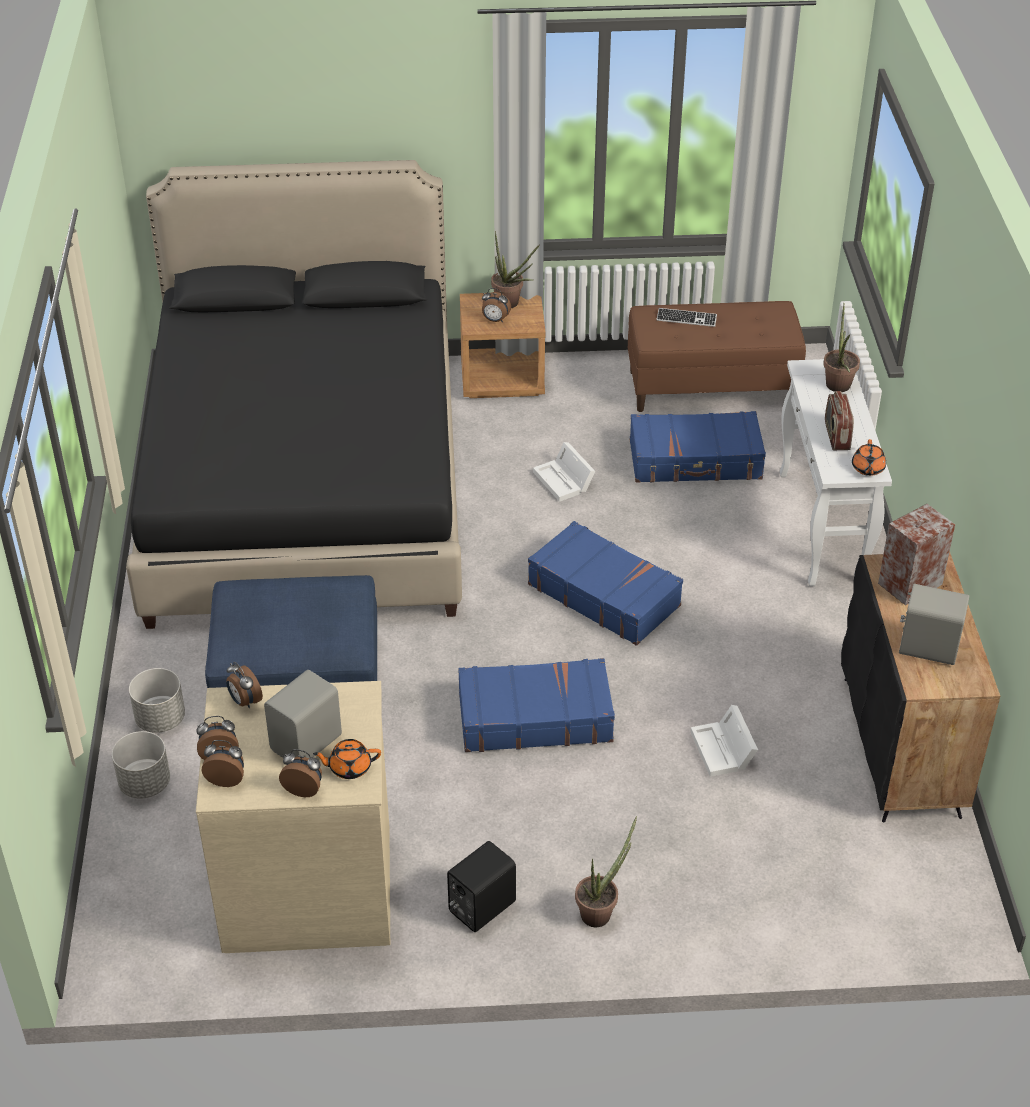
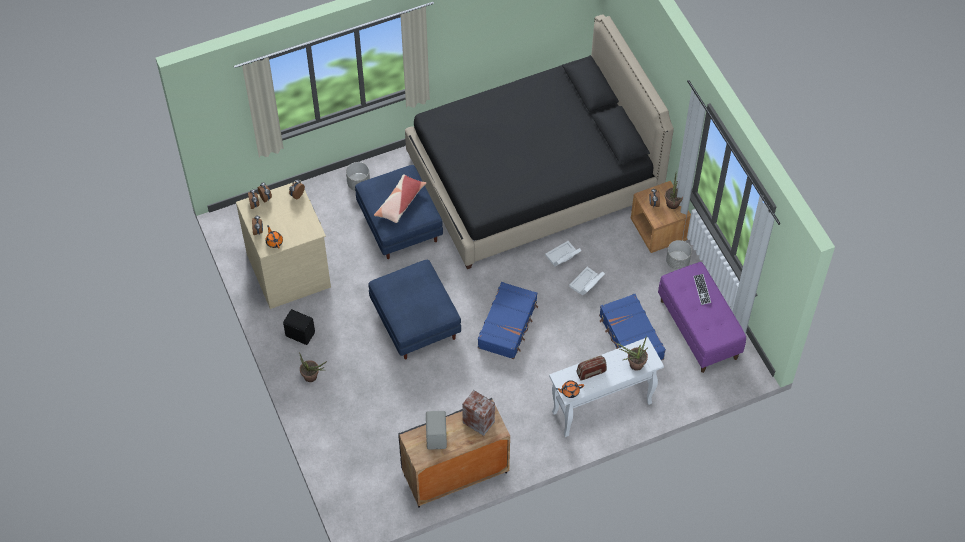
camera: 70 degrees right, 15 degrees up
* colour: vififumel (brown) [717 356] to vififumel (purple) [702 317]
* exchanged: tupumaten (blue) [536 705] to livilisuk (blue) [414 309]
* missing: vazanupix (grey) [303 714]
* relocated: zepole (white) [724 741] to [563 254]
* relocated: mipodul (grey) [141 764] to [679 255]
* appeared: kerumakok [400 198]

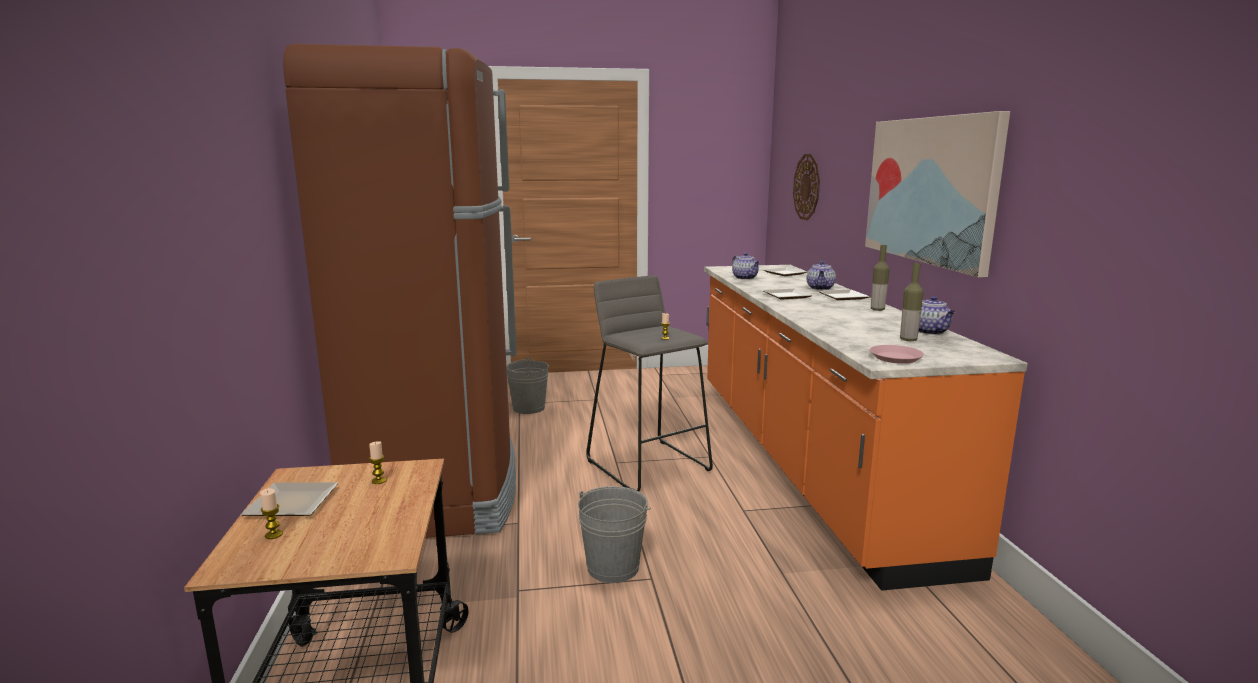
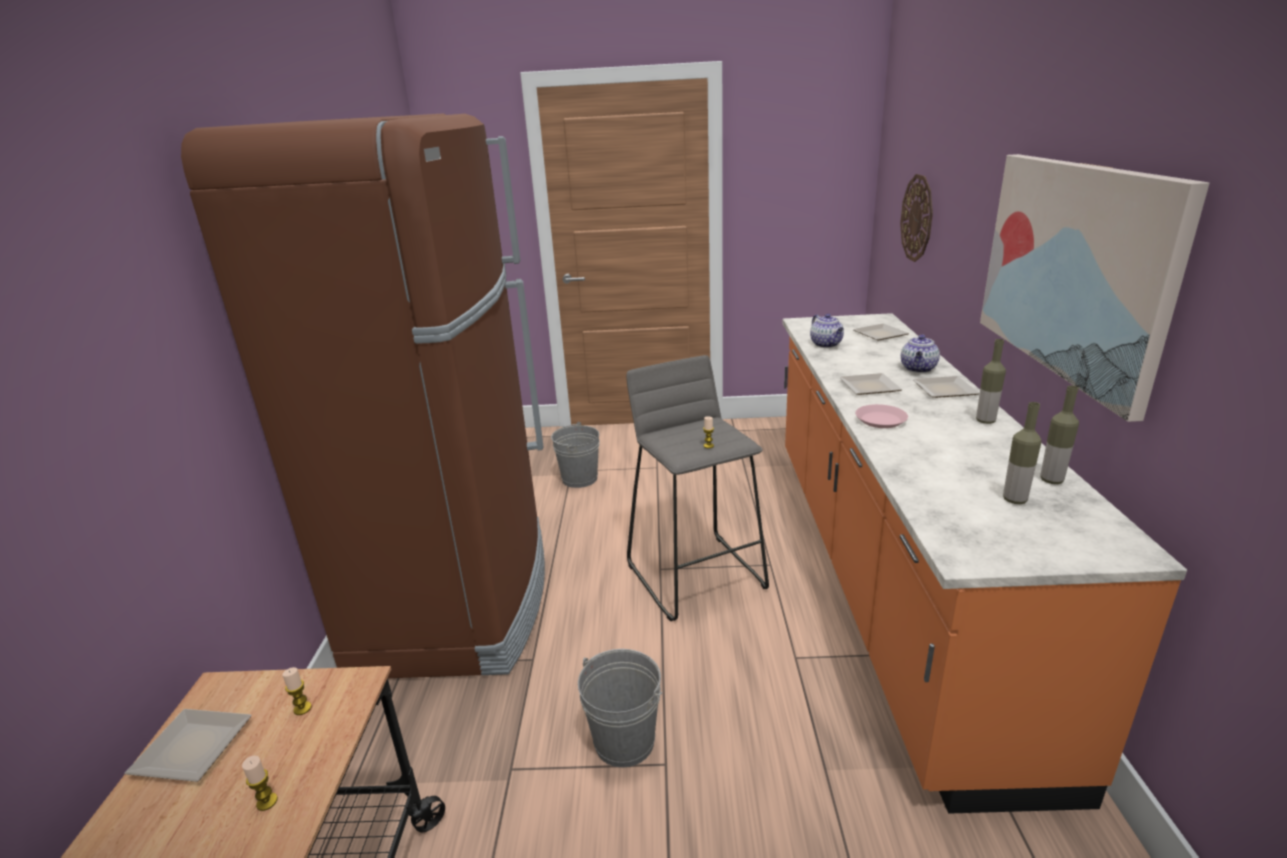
camera: 10 degrees right, 10 degrees up
* exchanged: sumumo [936 315] to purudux [1059 434]
* relocated: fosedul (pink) [897 354] to [881 416]
* relocated: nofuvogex [271 513] to [260 783]

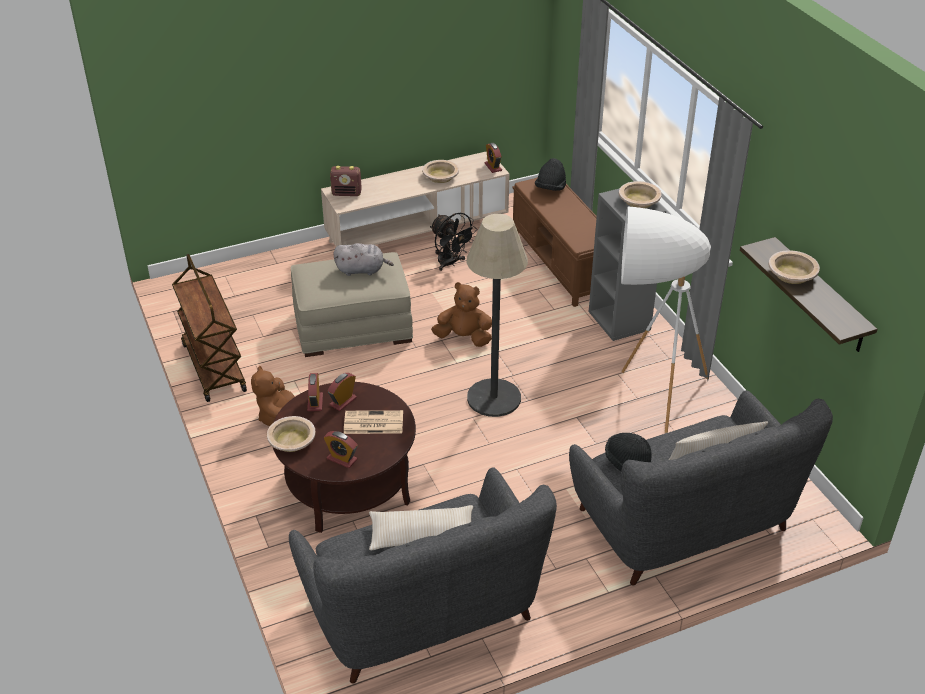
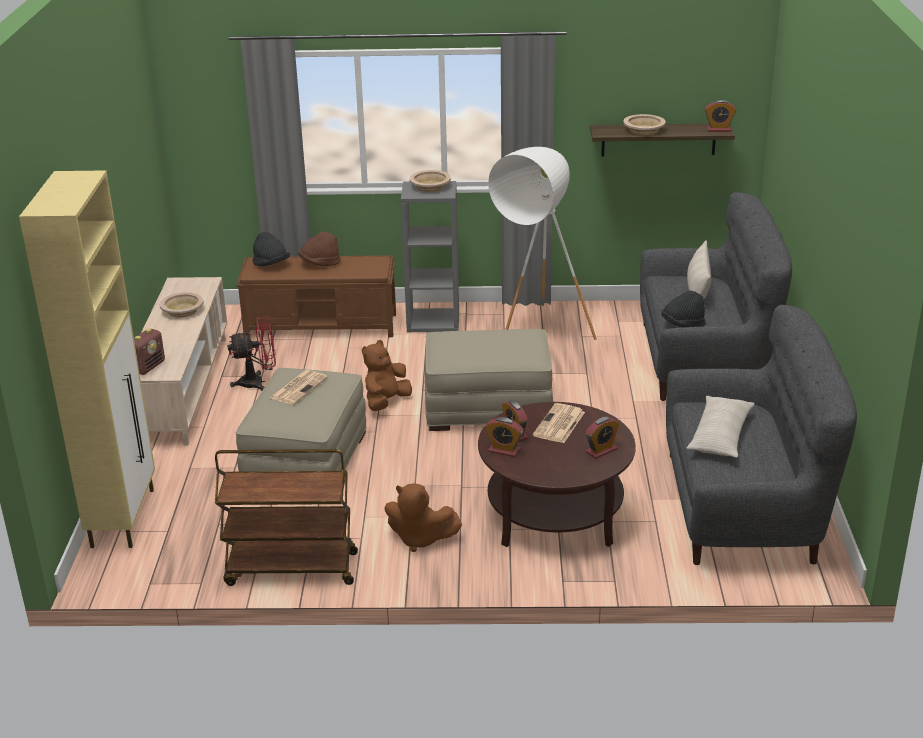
camera: 65 degrees left, 10 degrees down
* relocated: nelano [493 158] to [720 116]
* colour: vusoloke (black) [453 242] to vusoloke (red) [251 353]
* exchanged: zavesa [497 315] to livilisuk (beige) [489 380]
* exchanged: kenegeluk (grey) [364 259] to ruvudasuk [299 387]
* missing: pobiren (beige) [291 434]
* appeared: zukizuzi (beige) [87 359]
* appeared: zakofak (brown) [319 248]

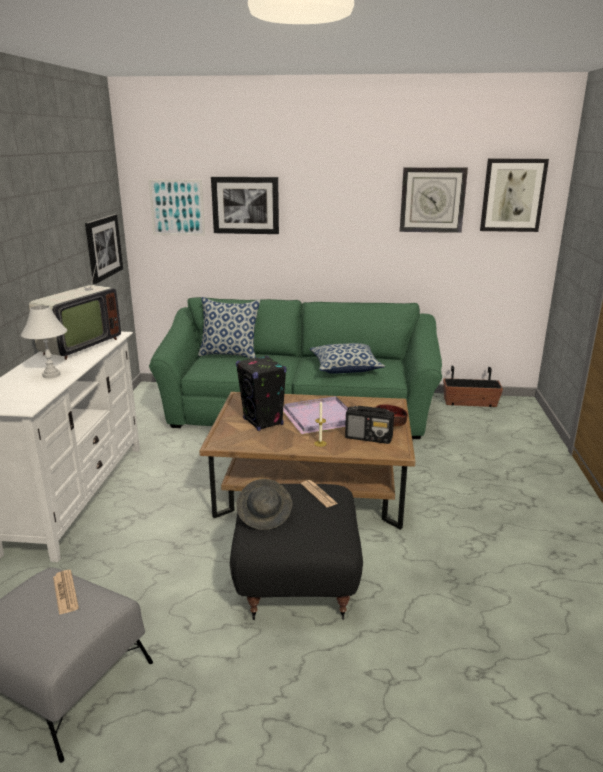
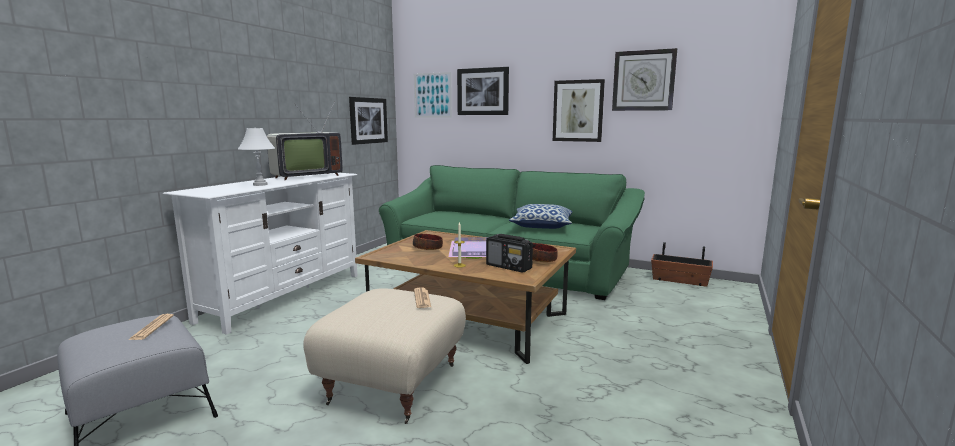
camera: 20 degrees right, 10 degrees down
* relocated: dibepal [514 195] to [579 110]
* missing: kerumakok [229 328]
* exchanged: vazanupix (black) [261 393] to pobiren [428 242]
* missing: zakofak (grey) [264 504]
* colour: livilisuk (black) [296 552] to livilisuk (beige) [384 356]

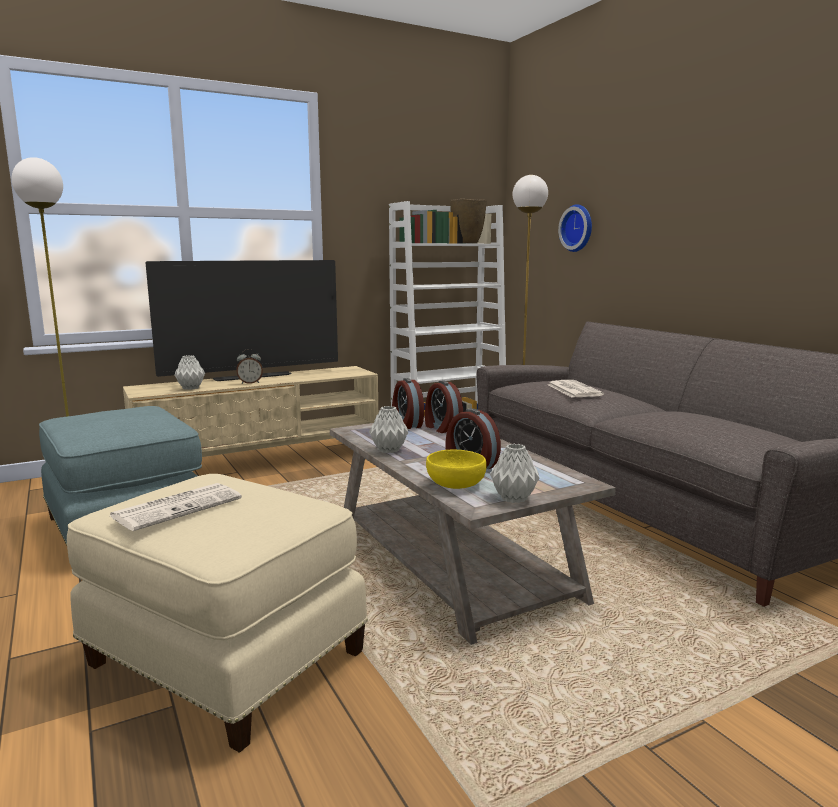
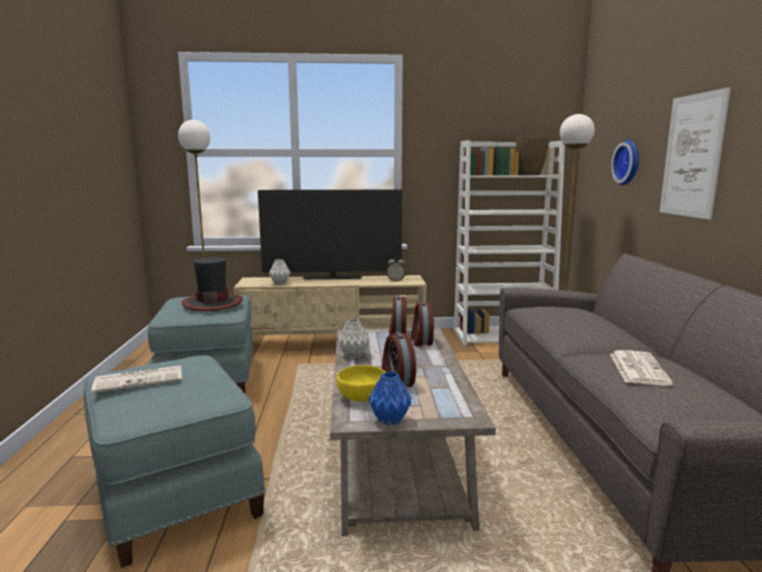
camera: 25 degrees right, 0 degrees up
* relocated: nelano [249 366] to [396 268]
* relocated: ruvudasuk [576 389] to [641 368]
* colour: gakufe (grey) [515 473] to gakufe (blue) [389 398]
* colour: livilisuk (beige) [217 613] to livilisuk (blue) [175 461]
* appeared: dibepal [695 153]
* appeared: zakofak [212 285]

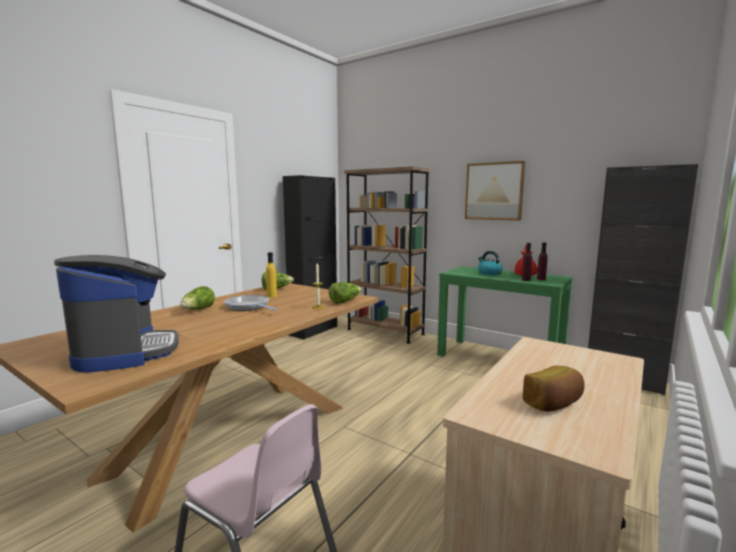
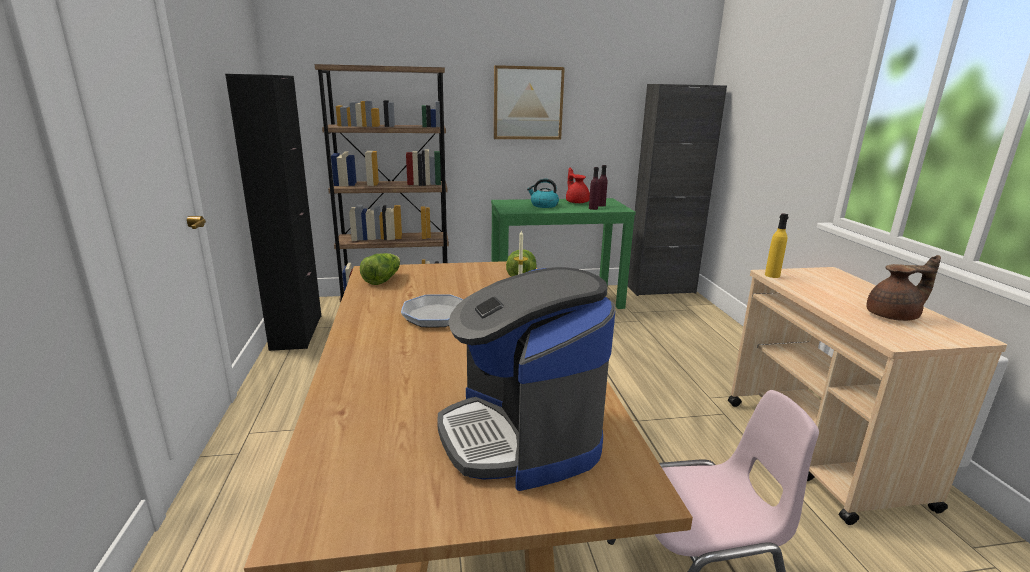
camera: 45 degrees left, 10 degrees up
* relocated: purudux (yellow) [271 274] to [777 246]
* spun: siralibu [116 313] = [526 379] 135 degrees counterclockwise
* missing: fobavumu [197 298]
* exchanged: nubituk [553 388] to sumumo (brown) [904 288]

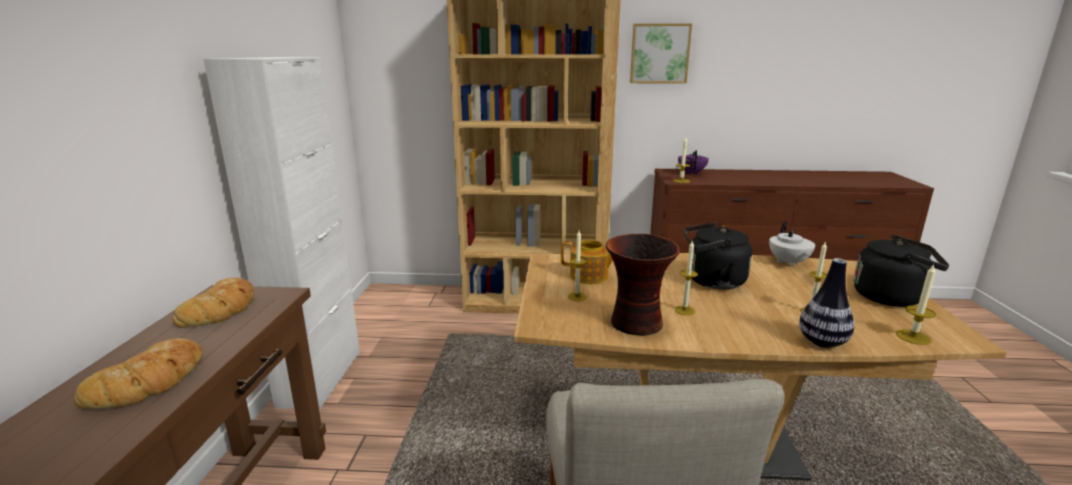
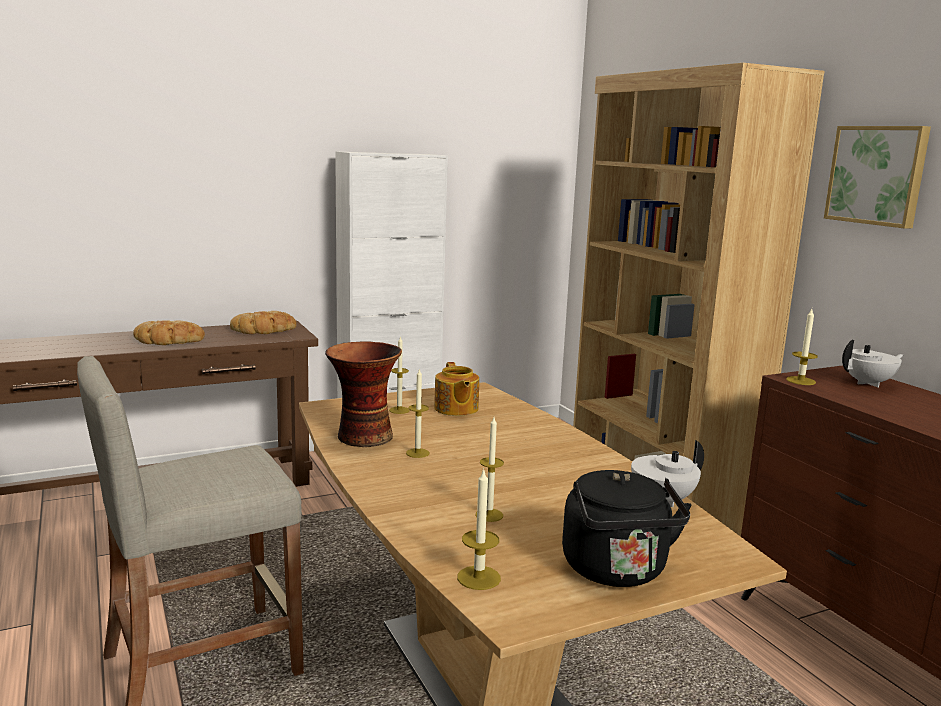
camera: 60 degrees right, 5 degrees down
* colour: sumumo (purple) [693 162] to sumumo (white) [872 364]
* missing: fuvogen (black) [717 255]
* missing: gakufe [826 303]

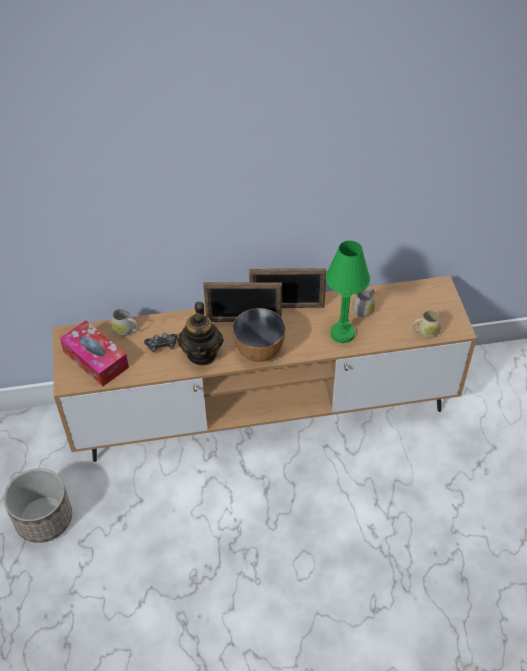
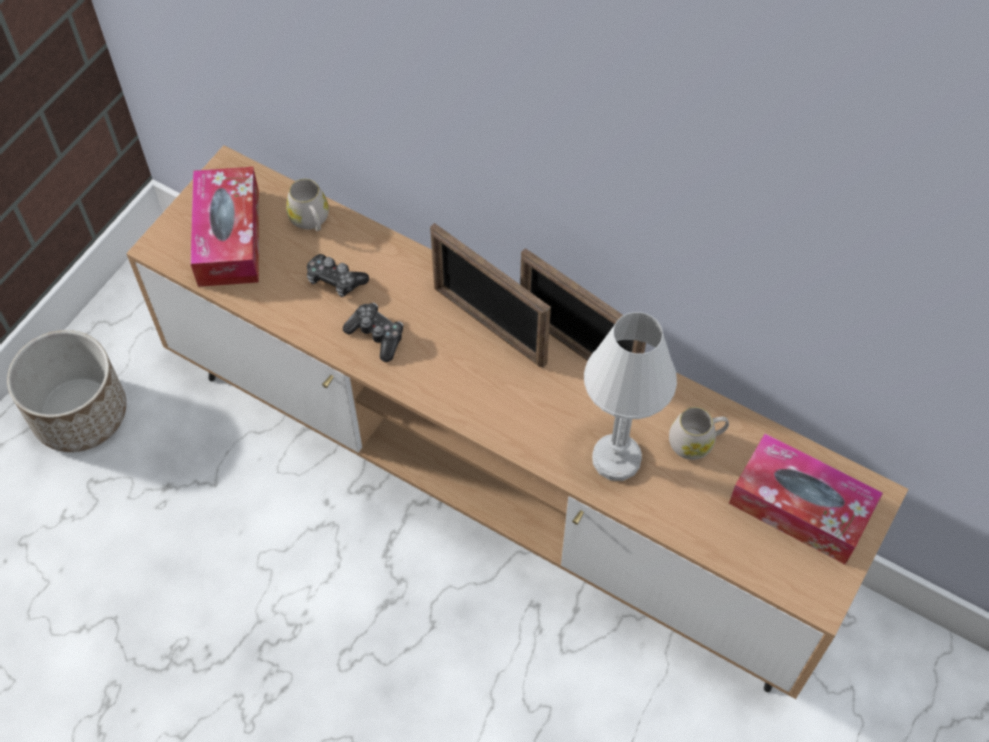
camera: 40 degrees right, 10 degrees up
* colour: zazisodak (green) [348 291] to zazisodak (white) [630 396]
* exchanged: sumumo [200 333] to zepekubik [373 332]
* missing: pobiren [258 335]
* missing: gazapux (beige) [426 324]
* appeared: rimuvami [806 499]

